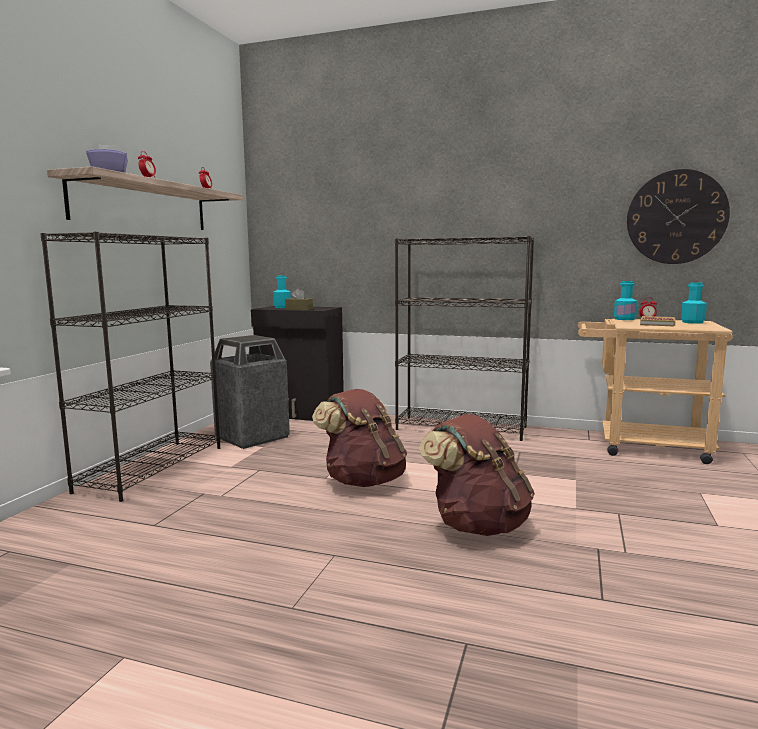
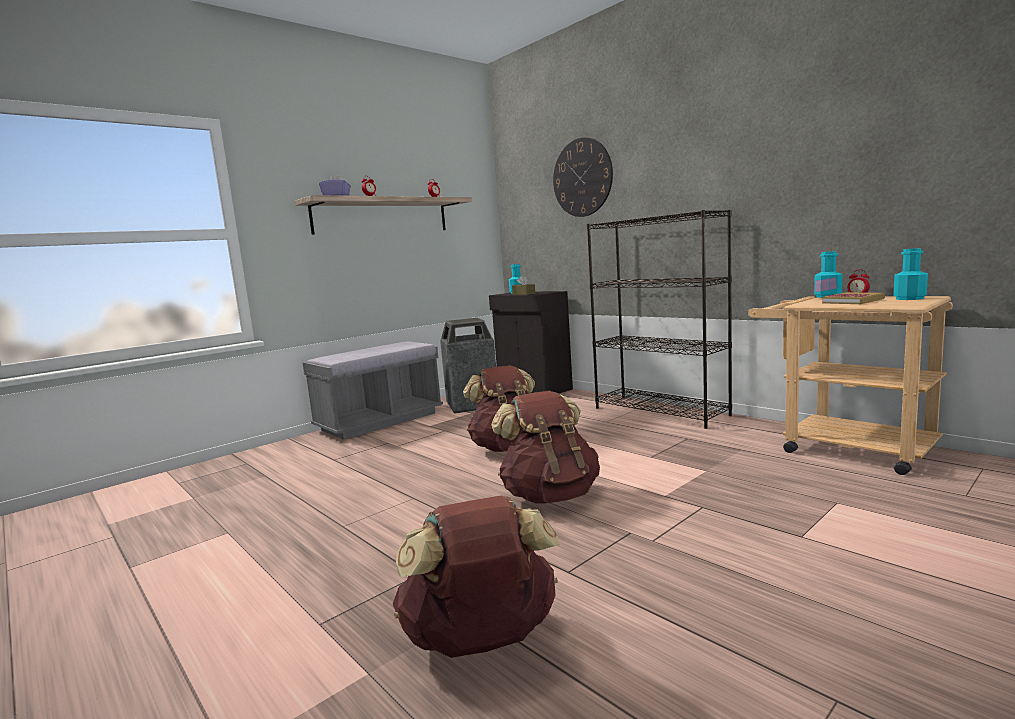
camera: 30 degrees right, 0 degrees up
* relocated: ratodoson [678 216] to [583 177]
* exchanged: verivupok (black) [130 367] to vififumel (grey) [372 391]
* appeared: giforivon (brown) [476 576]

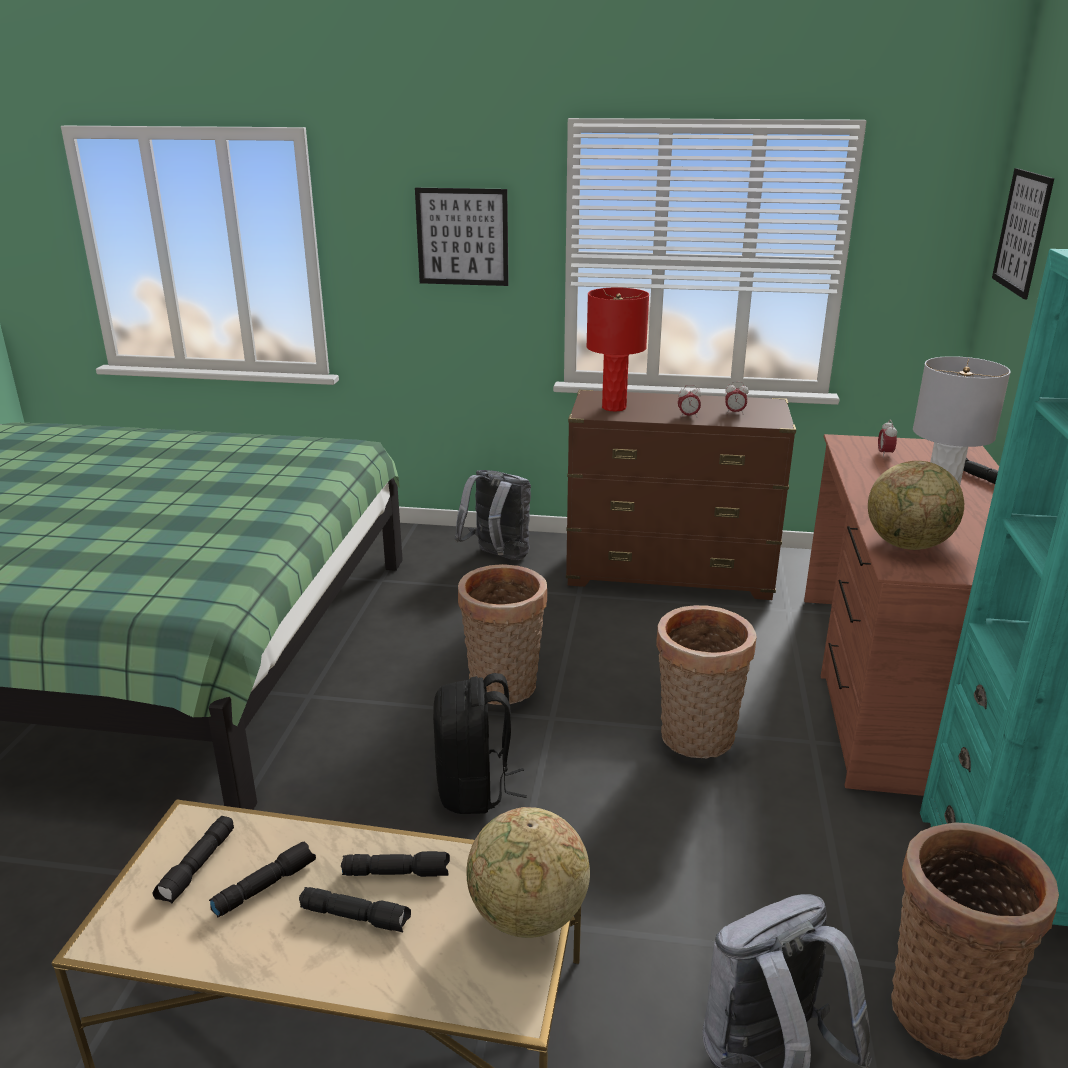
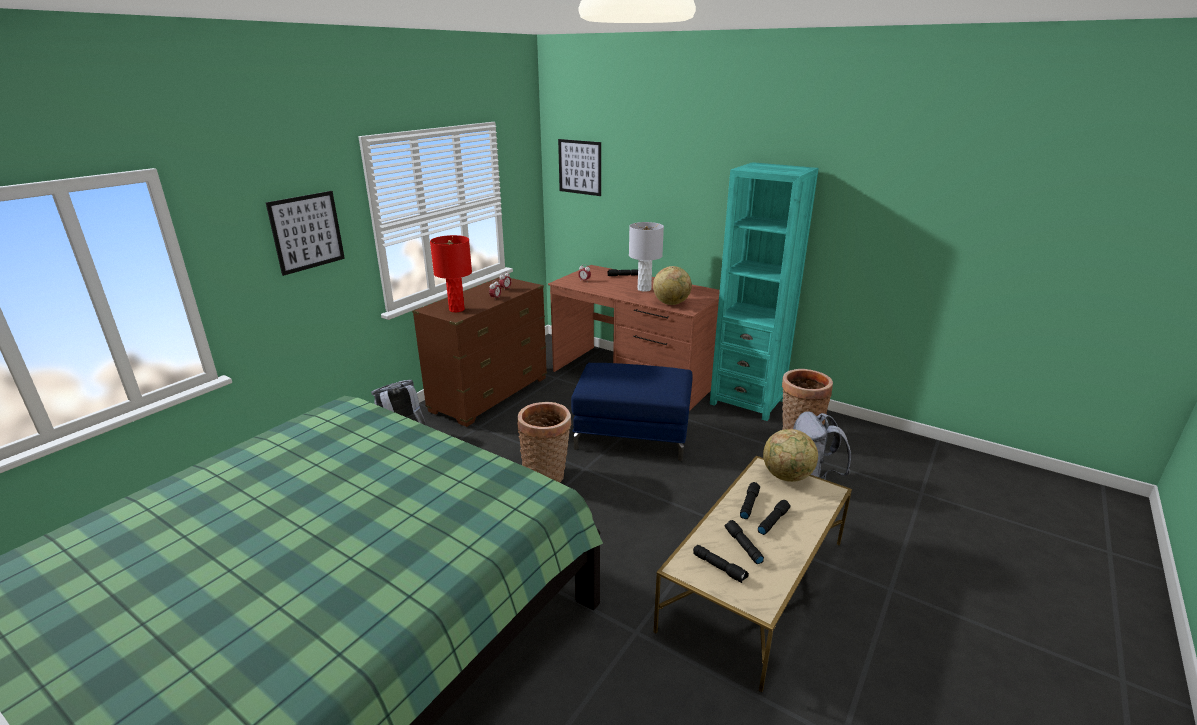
camera: 65 degrees left, 0 degrees up
* exchanged: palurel [706 682] to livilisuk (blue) [631 412]
* missing: giforivon (black) [480 743]

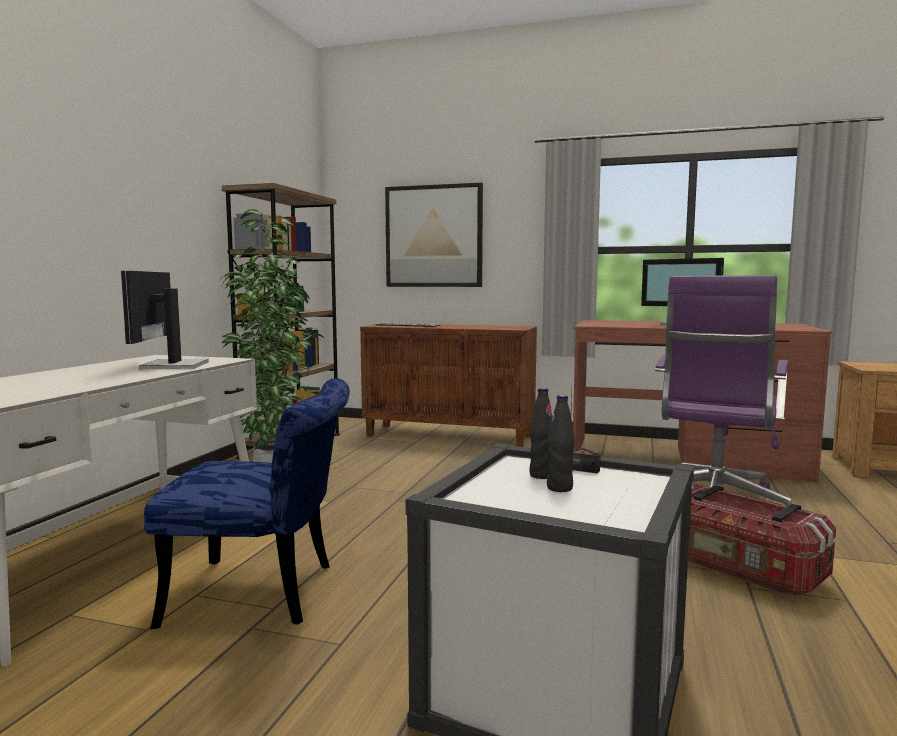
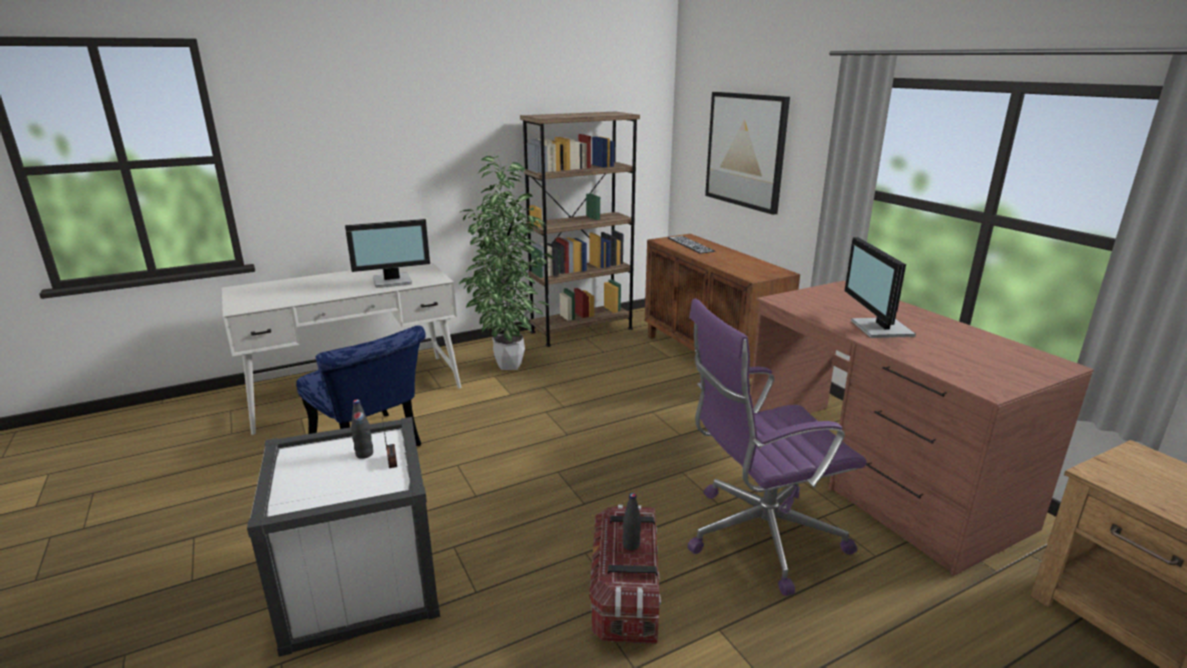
camera: 45 degrees right, 15 degrees up
* spun: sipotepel [165 320] = [387 253] 150 degrees counterclockwise
* relocated: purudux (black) [561 443] to [632 521]

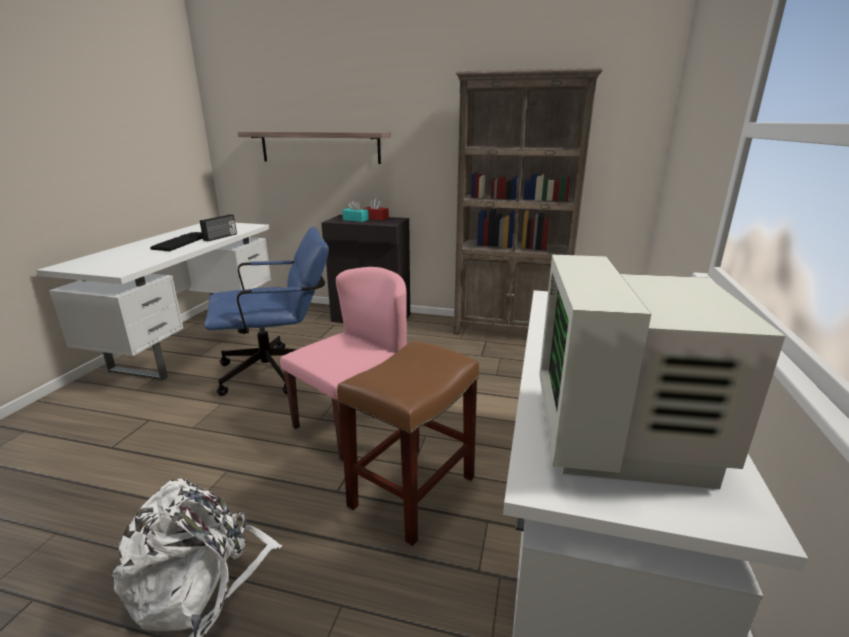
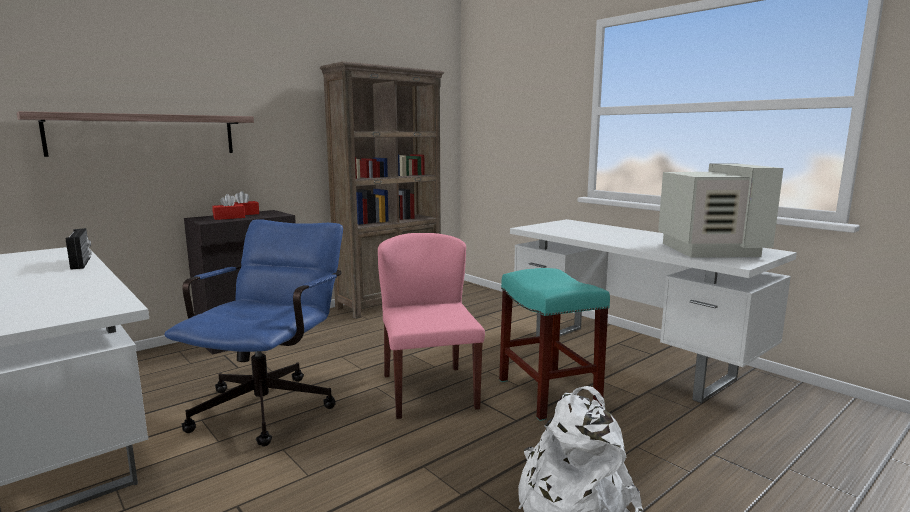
camera: 55 degrees left, 10 degrees down
* colour: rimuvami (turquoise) [355 211] to rimuvami (red) [228 207]
* missing: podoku [176 241]
* spun: sipotepel [662 371] = [721 210] 135 degrees counterclockwise
* colour: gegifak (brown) [408 443] to gegifak (turquoise) [554 344]

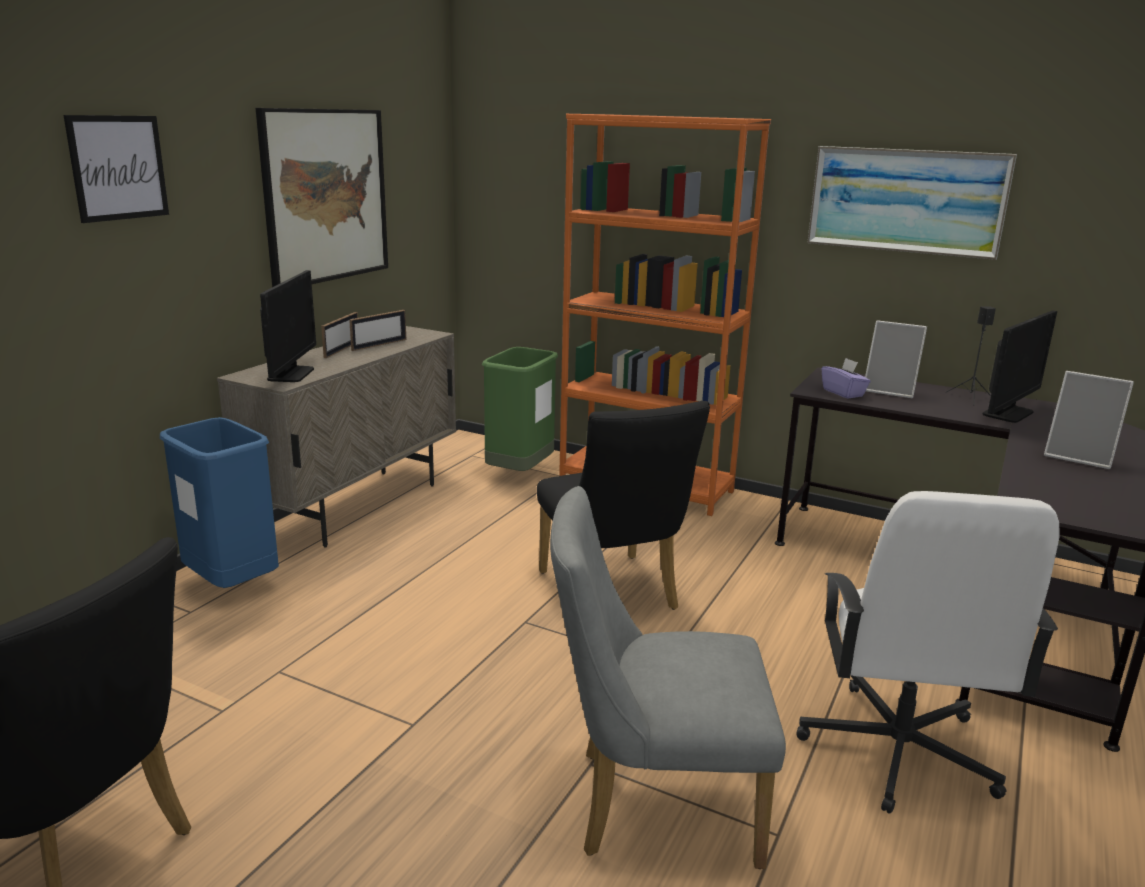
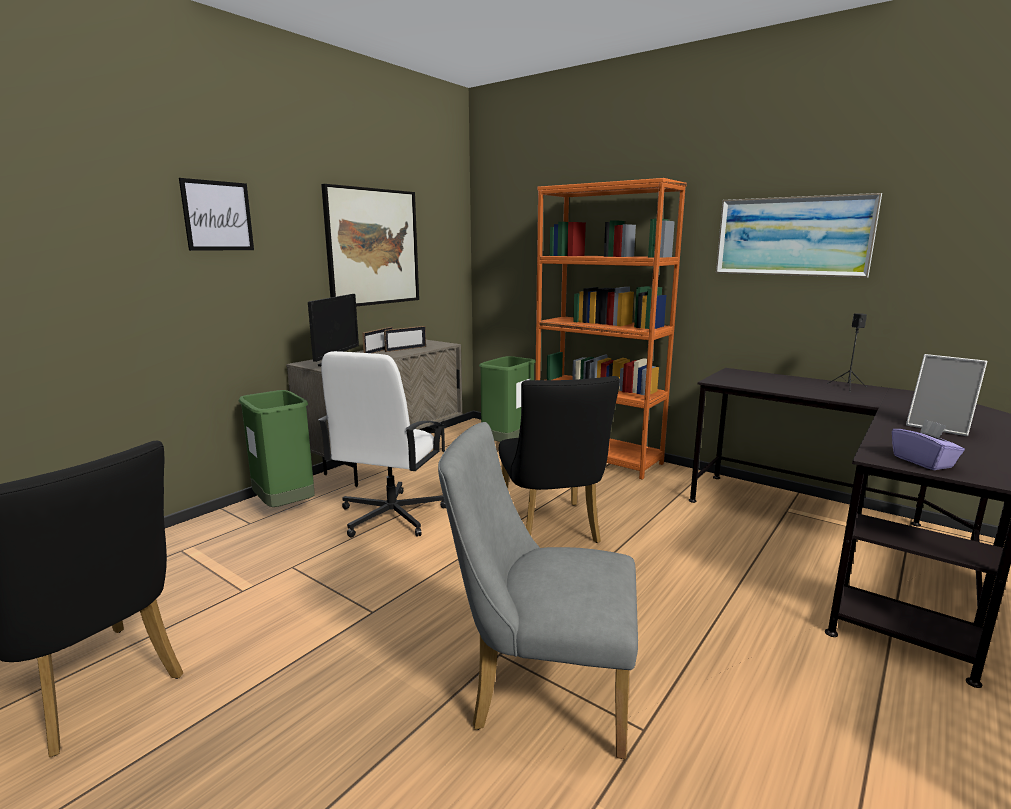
camera: 10 degrees right, 5 degrees down
* missing: sipotepel [1020 366]
* missing: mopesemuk [896 359]
* relocated: rimuvami (purple) [846 378] to [928 444]
* colour: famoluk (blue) [219 502] to famoluk (green) [277 448]
* relocated: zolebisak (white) [928 652] to [382 444]

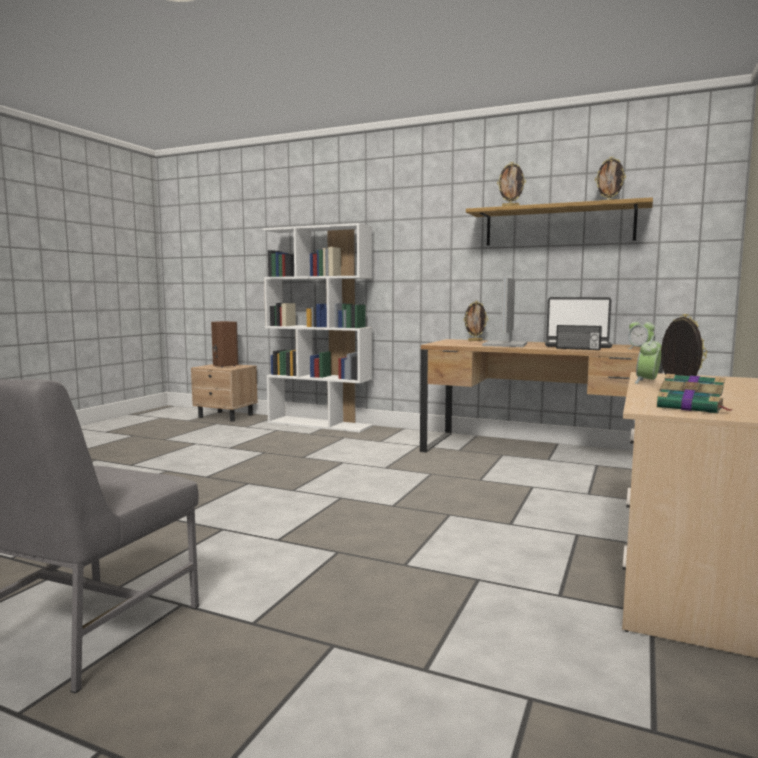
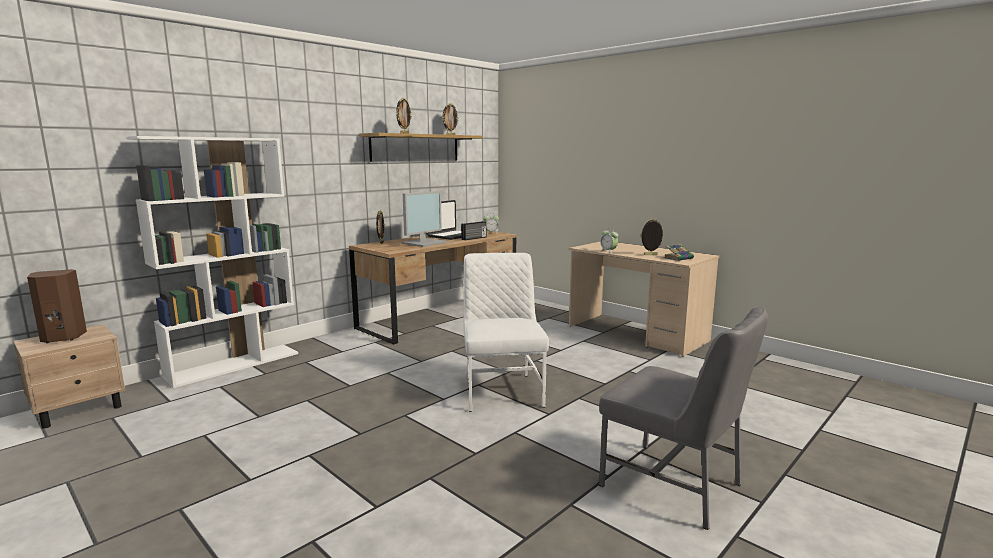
camera: 70 degrees left, 5 degrees up
* spun: sipotepel [504 312] = [424 219] 90 degrees counterclockwise
* appeared: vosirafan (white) [506 332]

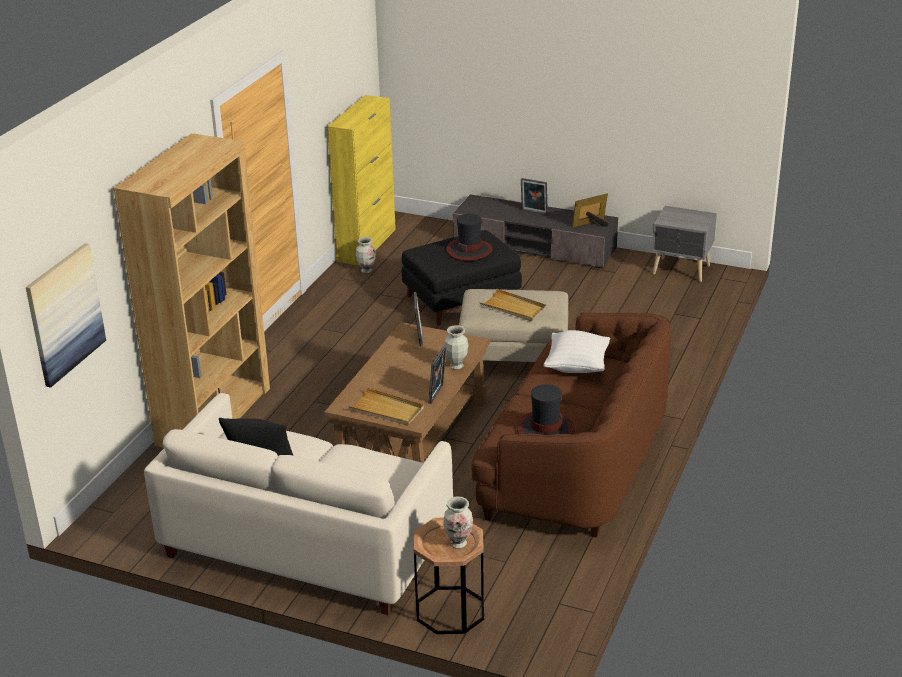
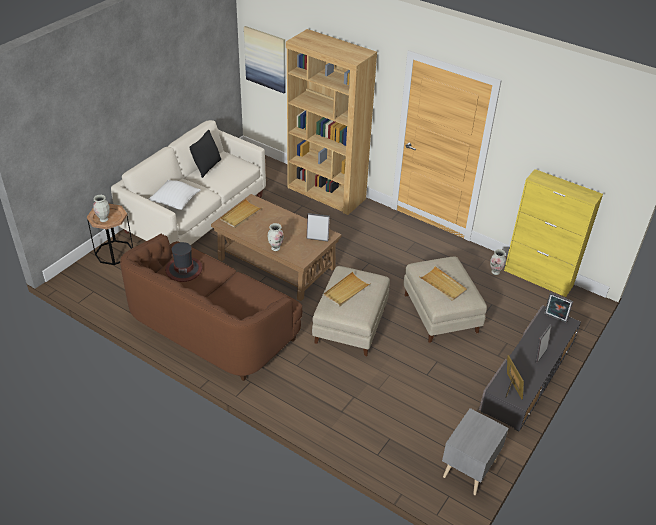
camera: 100 degrees right, 10 degrees up
* exchanged: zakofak [469 237] to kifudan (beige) [443 283]
* colour: livilisuk (black) [462 278] to livilisuk (beige) [445 300]
* relocated: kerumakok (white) [577 351] to [175 195]
* relocated: mopesemuk [437 375] to [558 307]

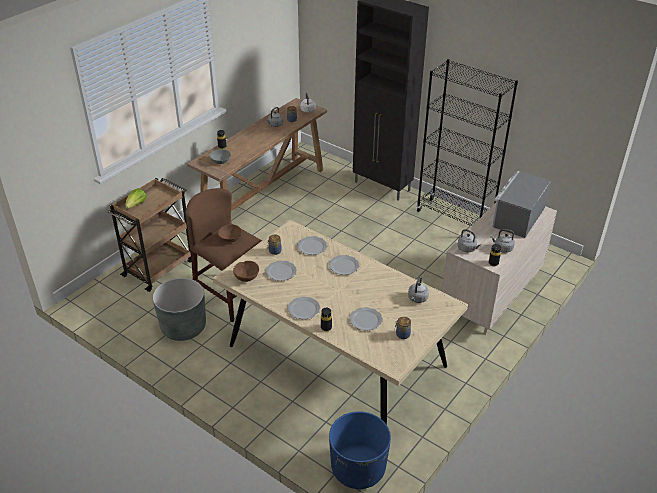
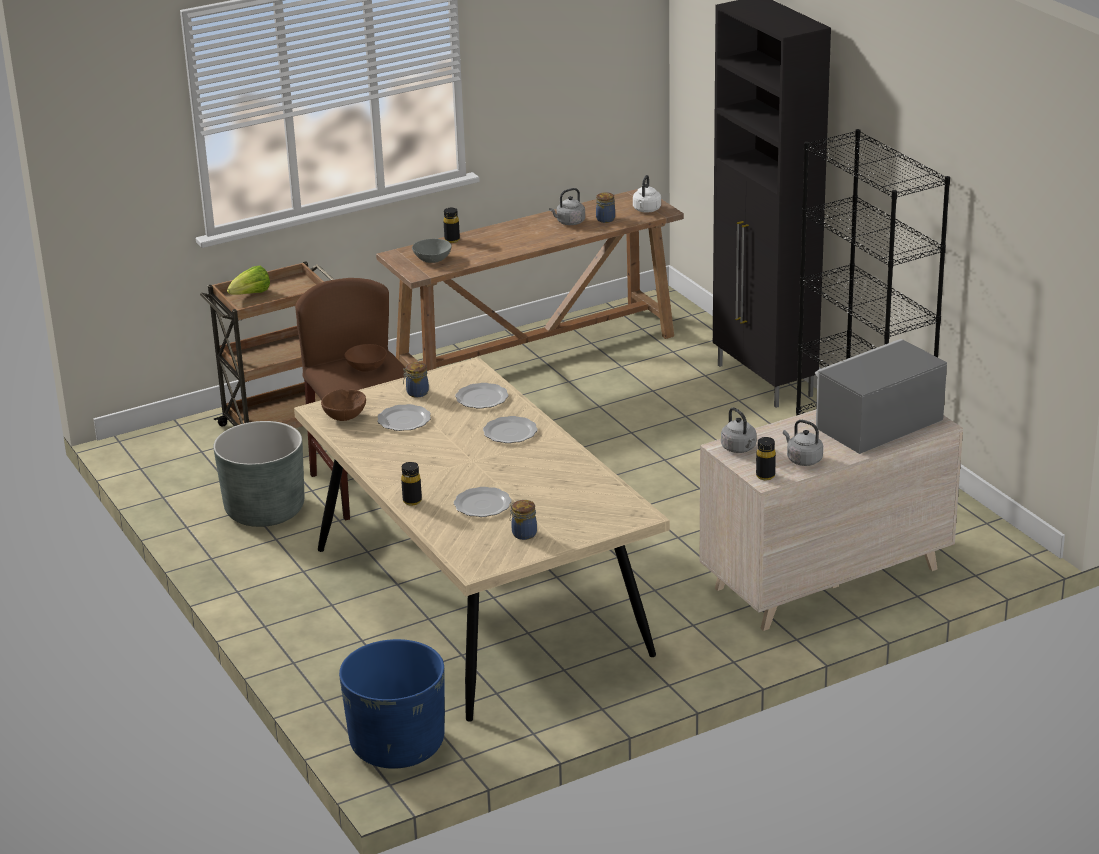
camera: 25 degrees right, 10 degrees down
* missing: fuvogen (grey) [418 289]
* missing: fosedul [304 308]

